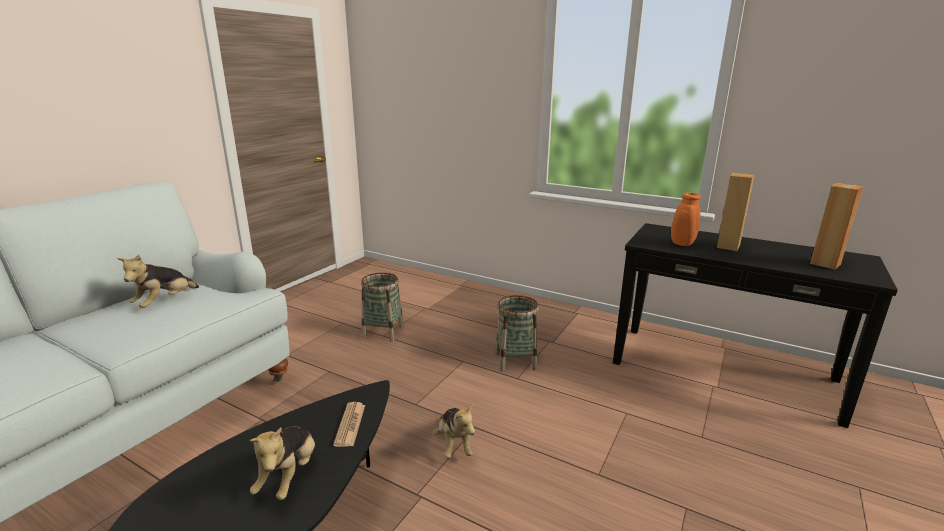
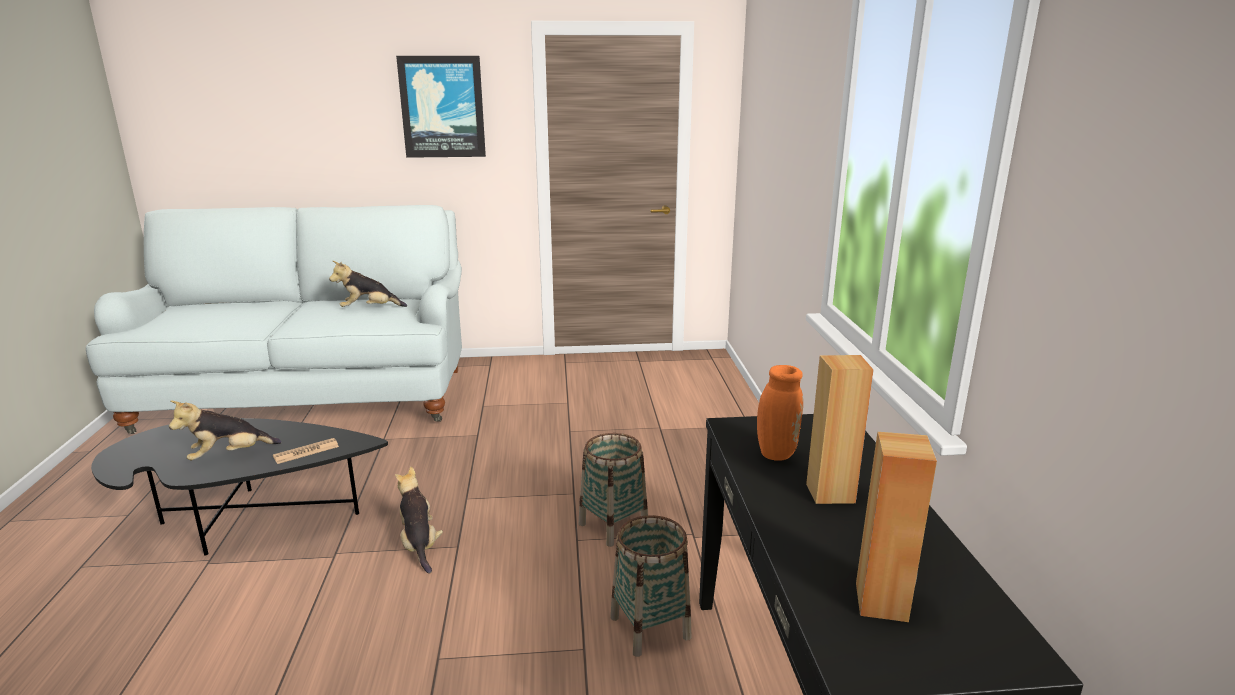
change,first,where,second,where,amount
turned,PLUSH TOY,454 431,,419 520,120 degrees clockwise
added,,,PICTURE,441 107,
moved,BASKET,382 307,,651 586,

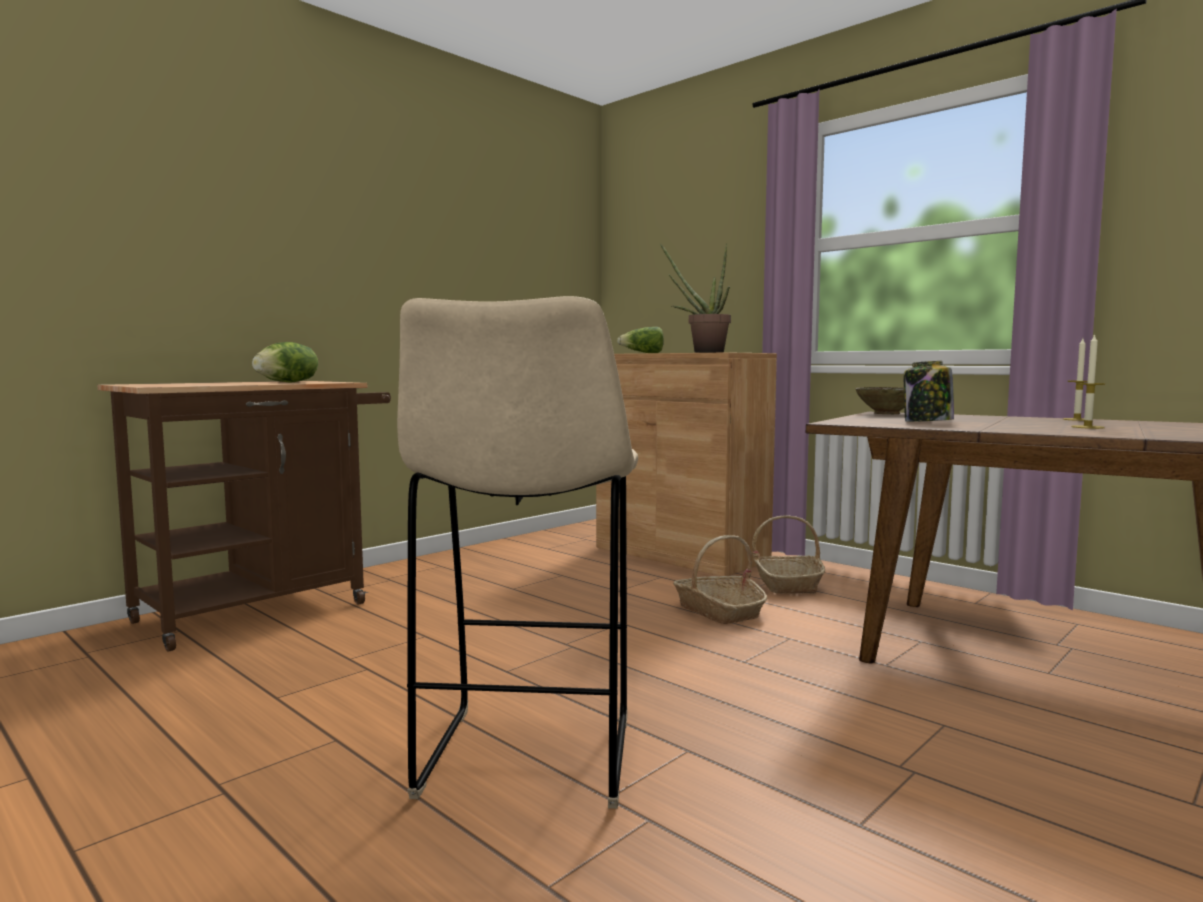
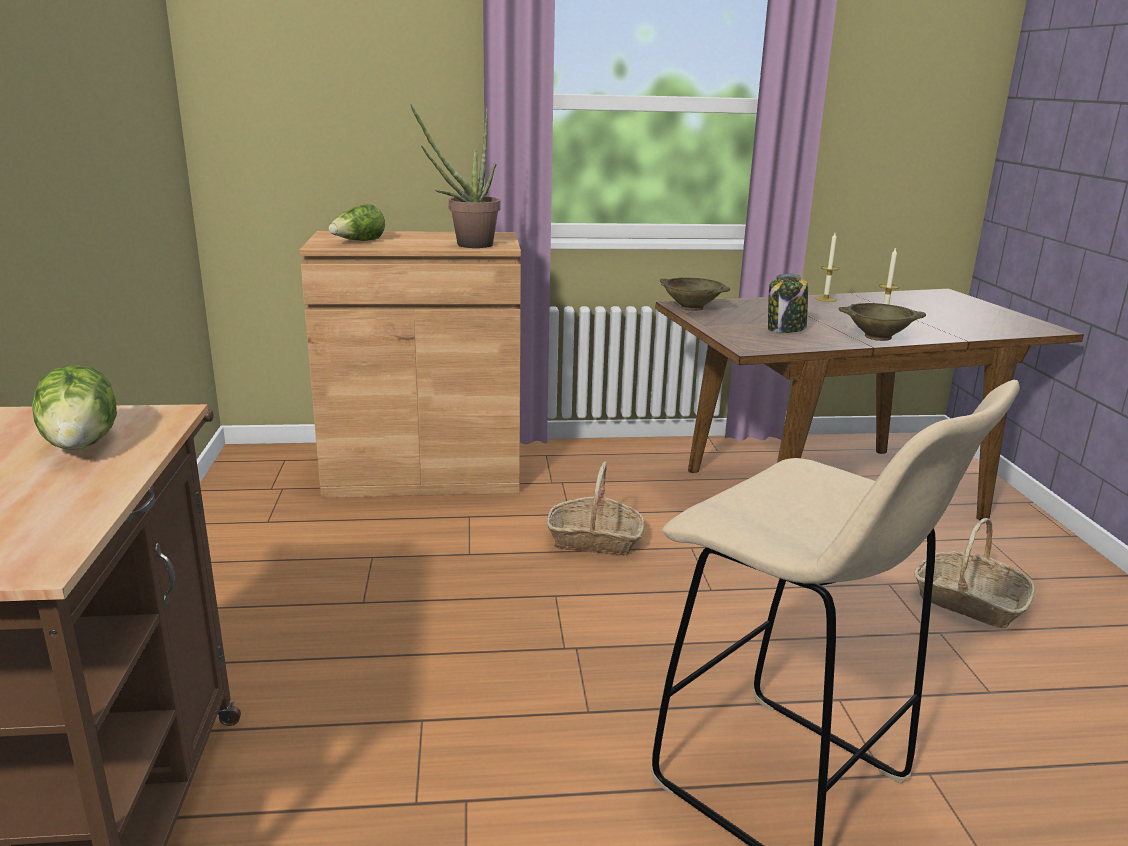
change,first,where,second,where,amount
added,,,BEIGE BOWL,882 322,
moved,BASKET,788 554,,974 573,

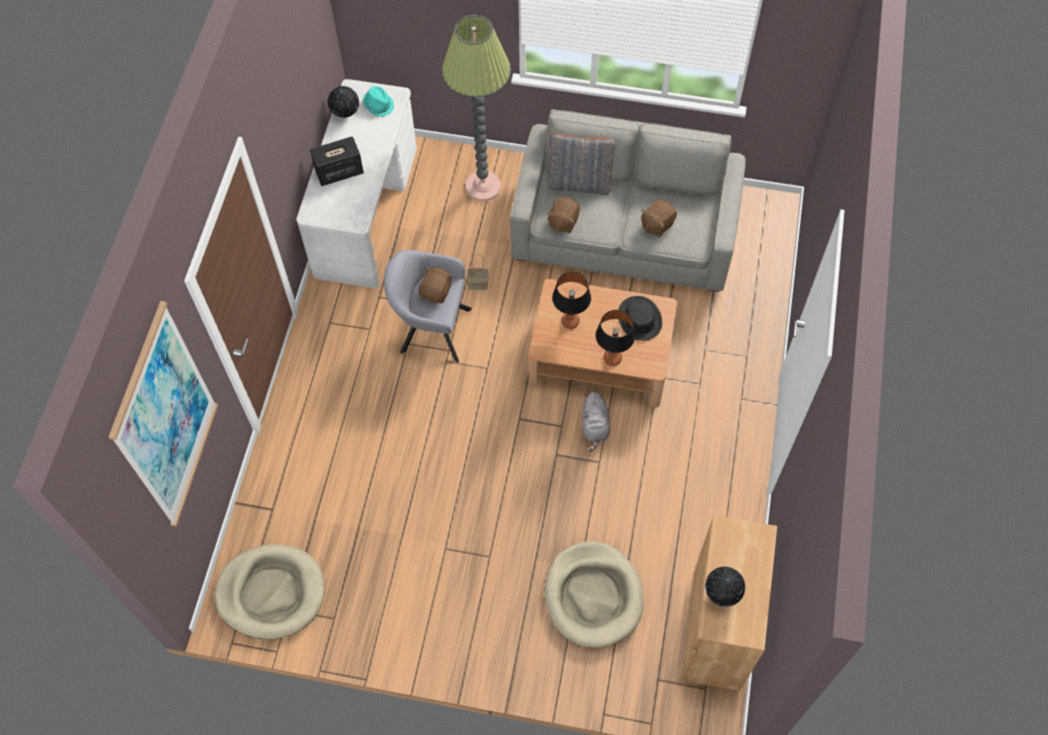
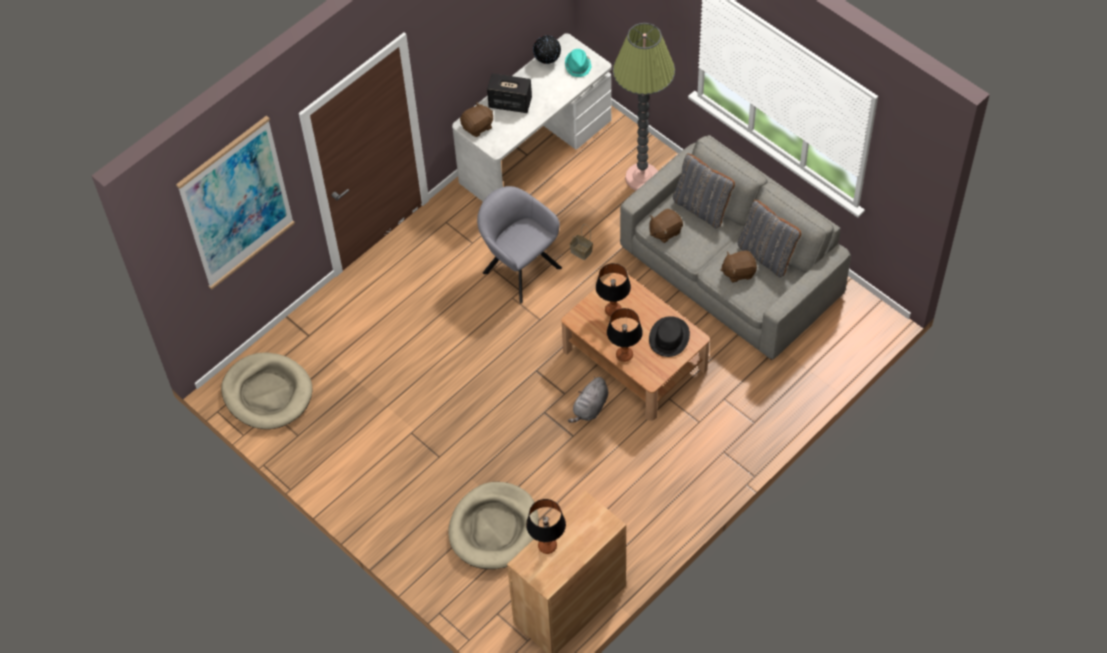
change,first,where,second,where,amount
moved,BROWN PLUSH TOY,436 285,,476 119,
replaced,GLOBE,725 587,TABLE LAMP,546 526,
added,,,GREY PILLOW,769 238,

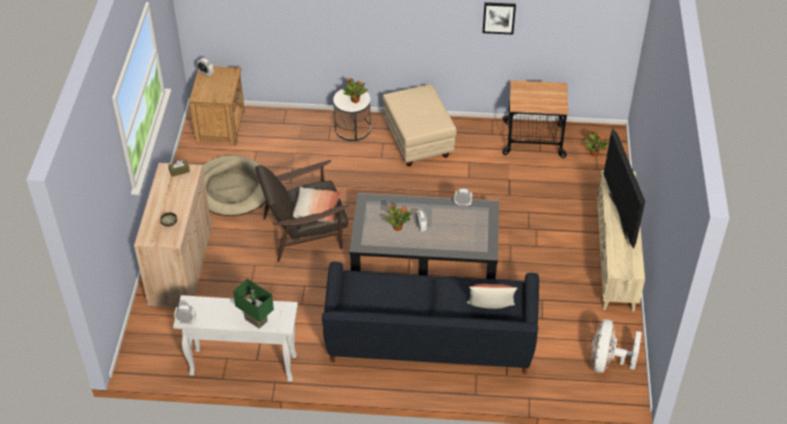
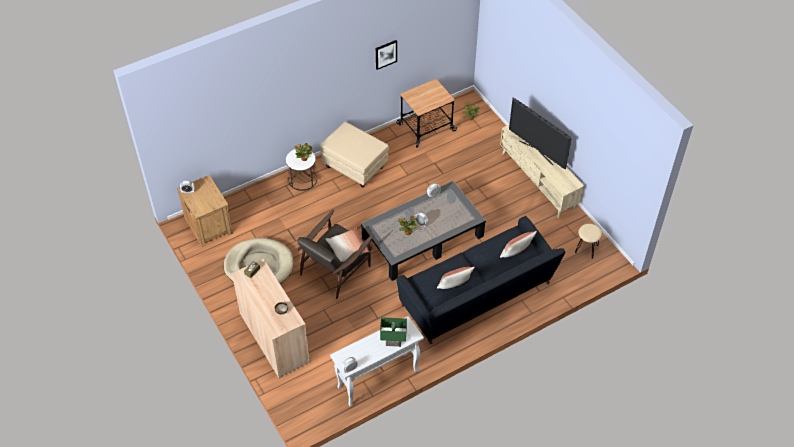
change,first,where,second,where,amount
added,,,PILLOW,456 278,
replaced,WHITE FAN,616 346,BEIGE STOOL,588 241,

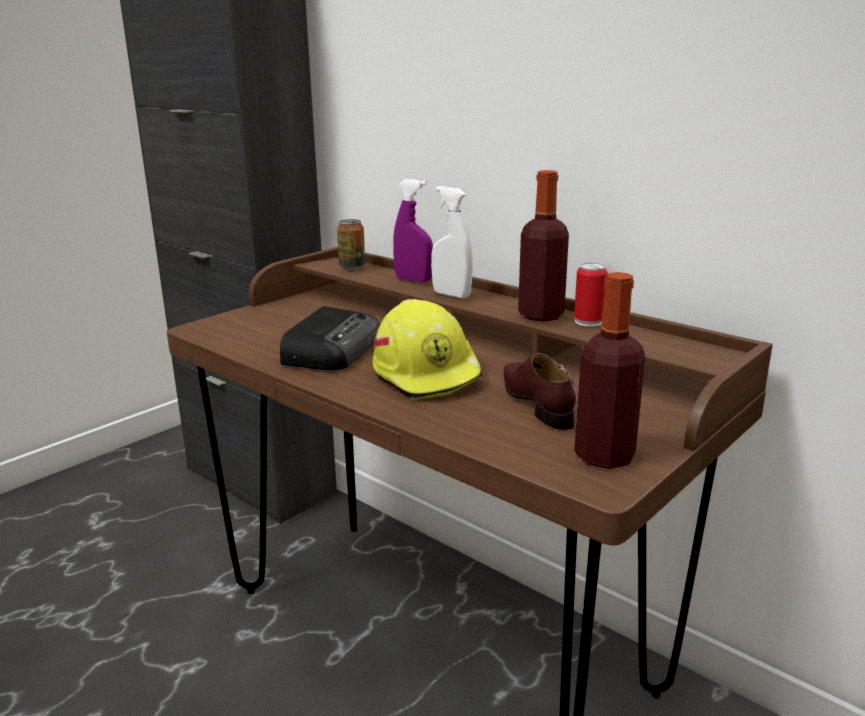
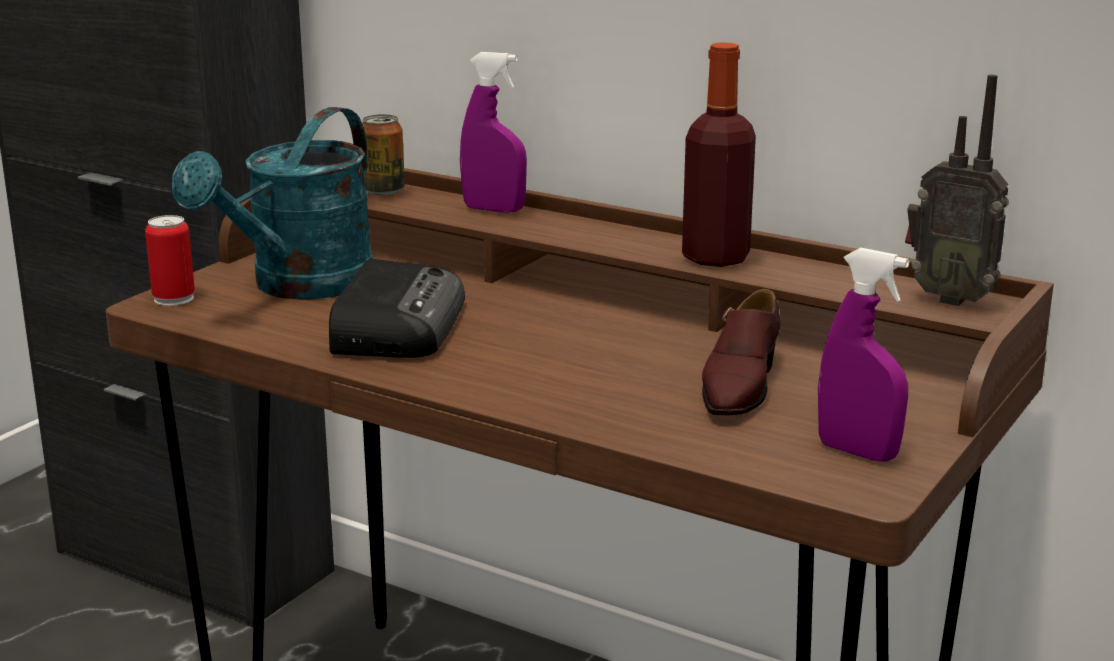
change,first,where,second,where,amount
moved,CAN,591 295,,170 260,
added,,,TURQUOISE WATERING CAN,272 203,
turned,BROWN SHOE,540 391,,741 352,135 degrees counterclockwise
replaced,BOTTLE,609 370,PURPLE SPRAY BOTTLE,863 355,
added,,,RADIO,957 190,
removed,YELLOW HARD HAT,427 349,,,
removed,WHITE SPRAY BOTTLE,452 242,,,

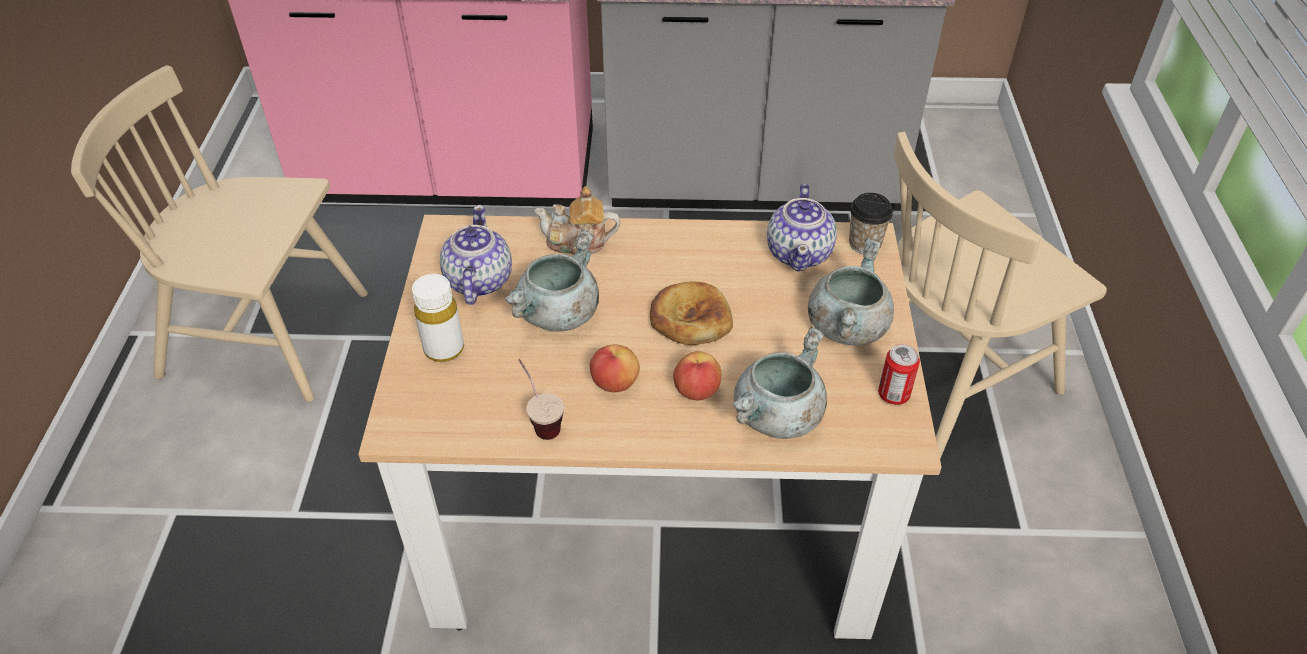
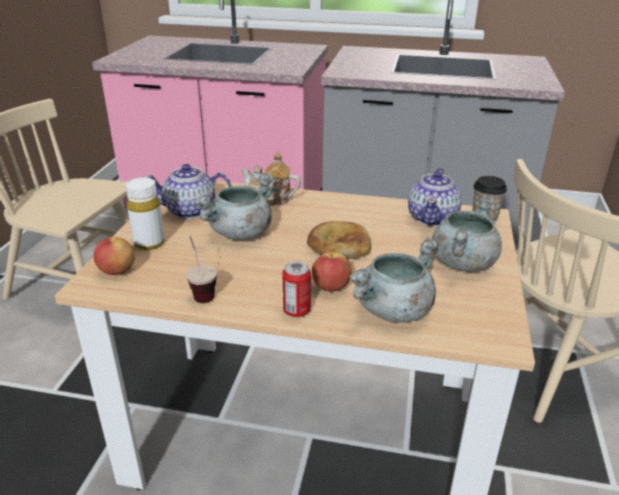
change,first,where,second,where,amount
moved,APPLE,615 368,,114 256,
turned,TEAPOT,476 255,,188 191,105 degrees counterclockwise
moved,CAN,899 374,,296 289,

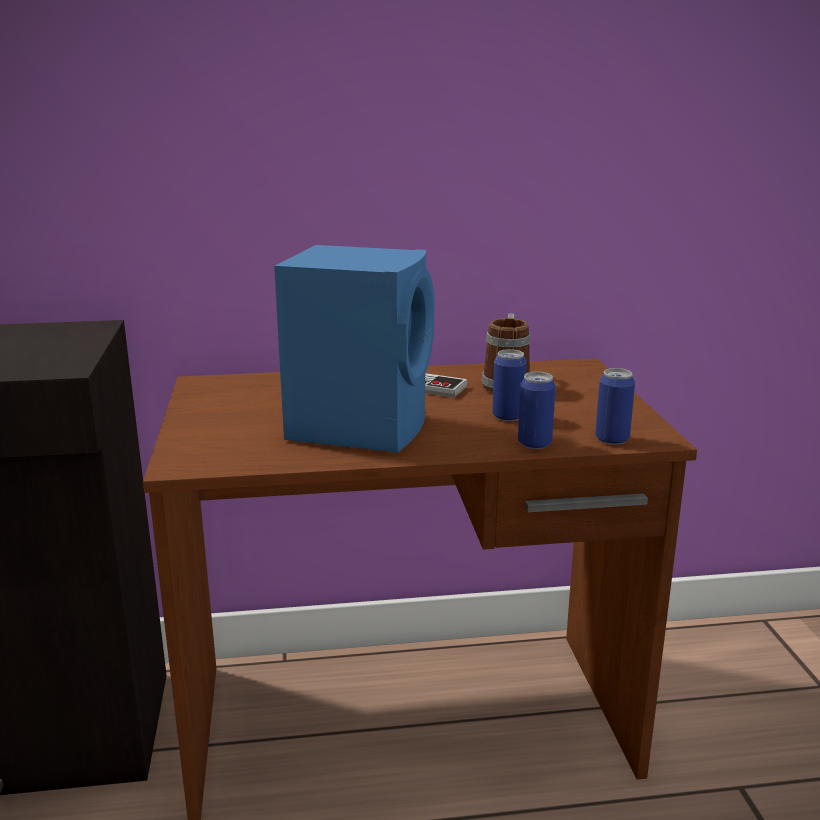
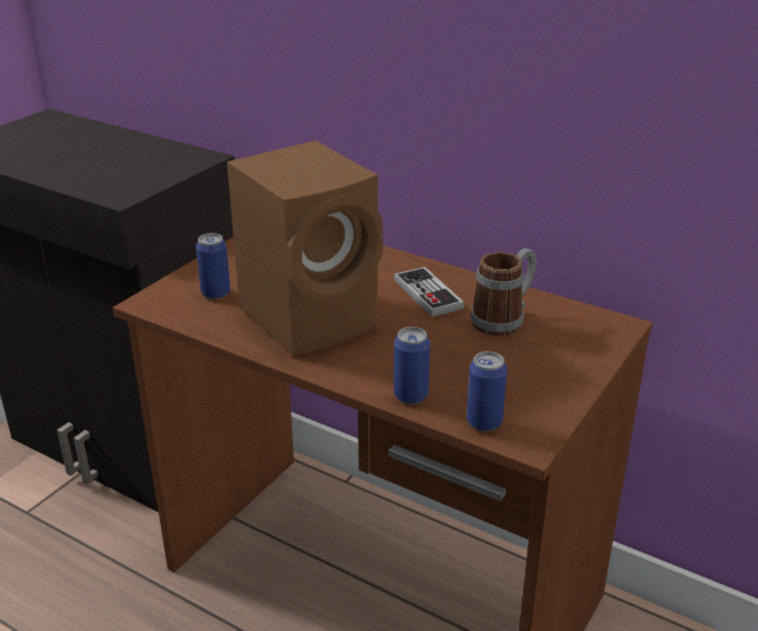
change,first,where,second,where,amount
moved,CAN,509 385,,213 266,
recoloured,BLUE SPEAKER,354 349,BROWN SPEAKER,305 248,

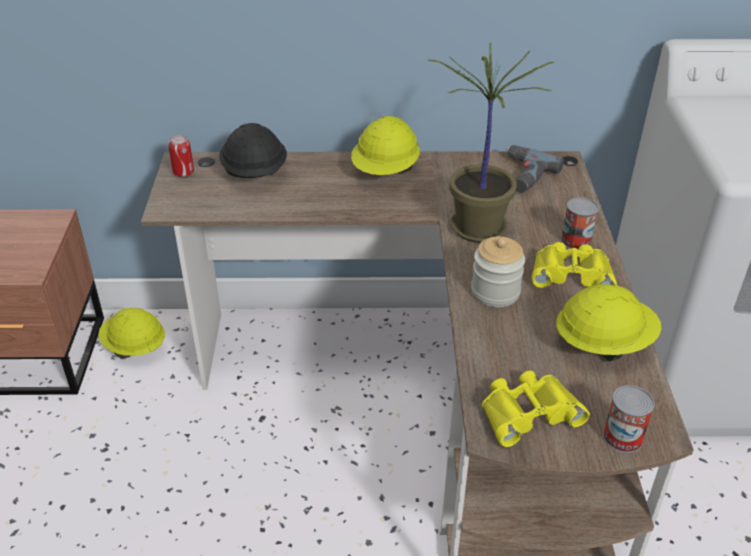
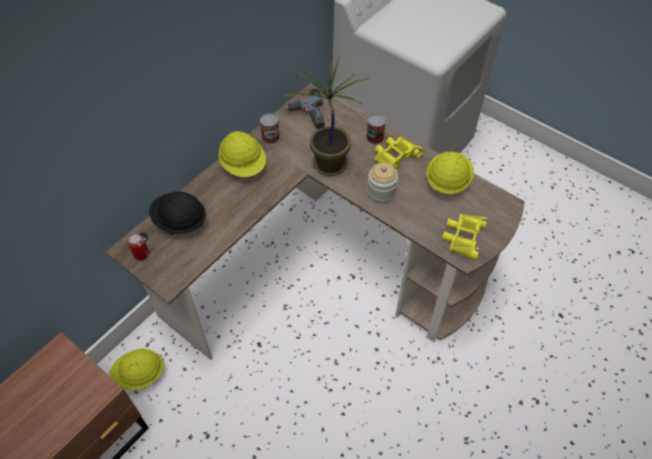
change,first,where,second,where,amount
moved,CAN,629 419,,270 128,

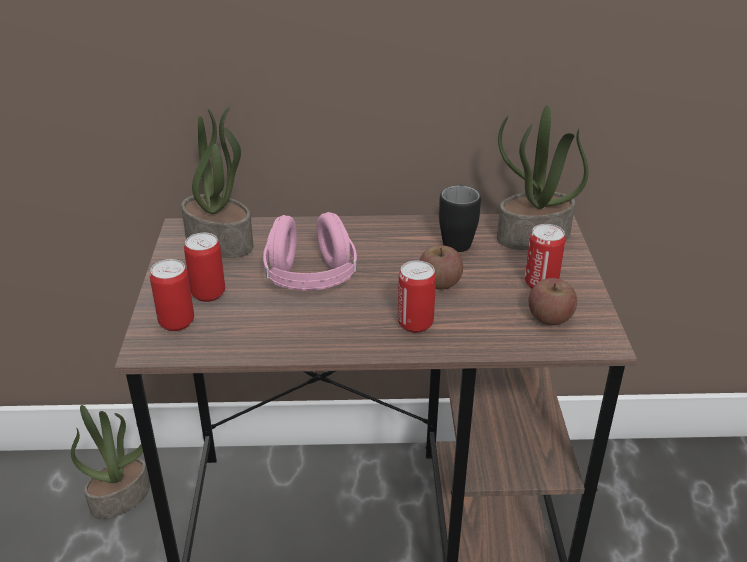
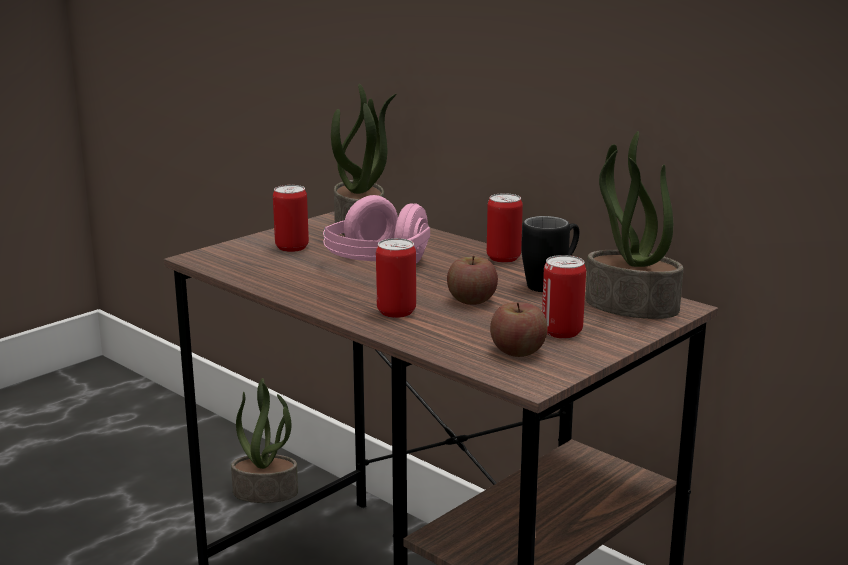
change,first,where,second,where,amount
moved,CAN,172 295,,505 228,

